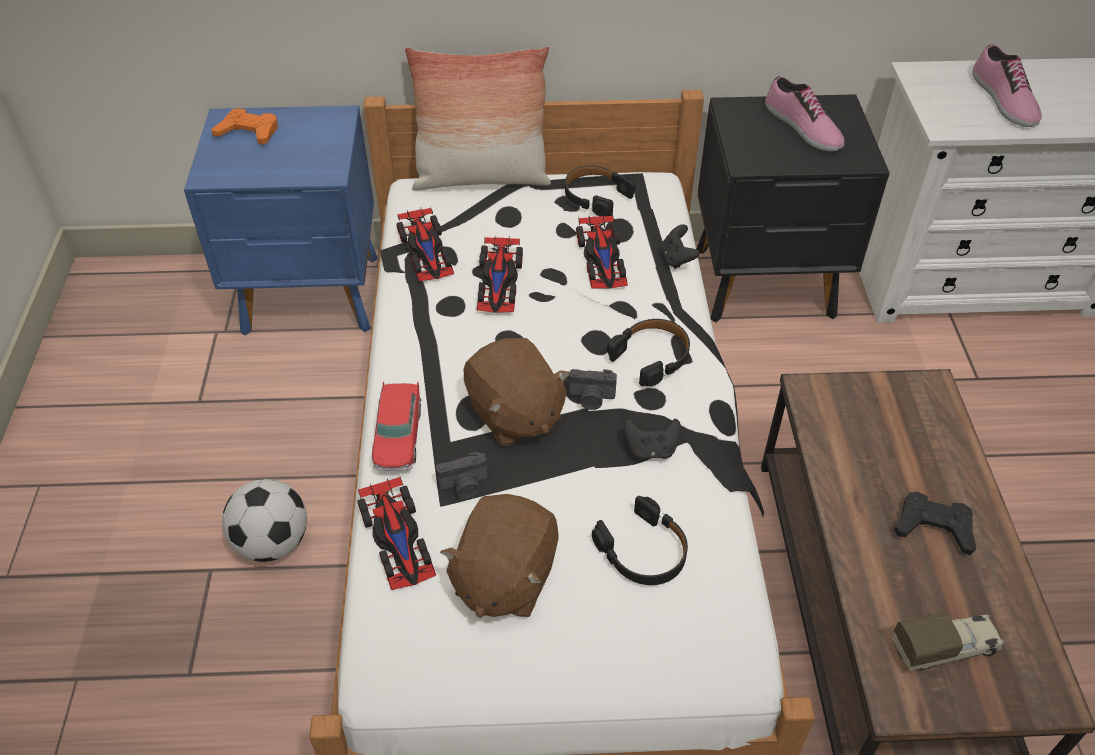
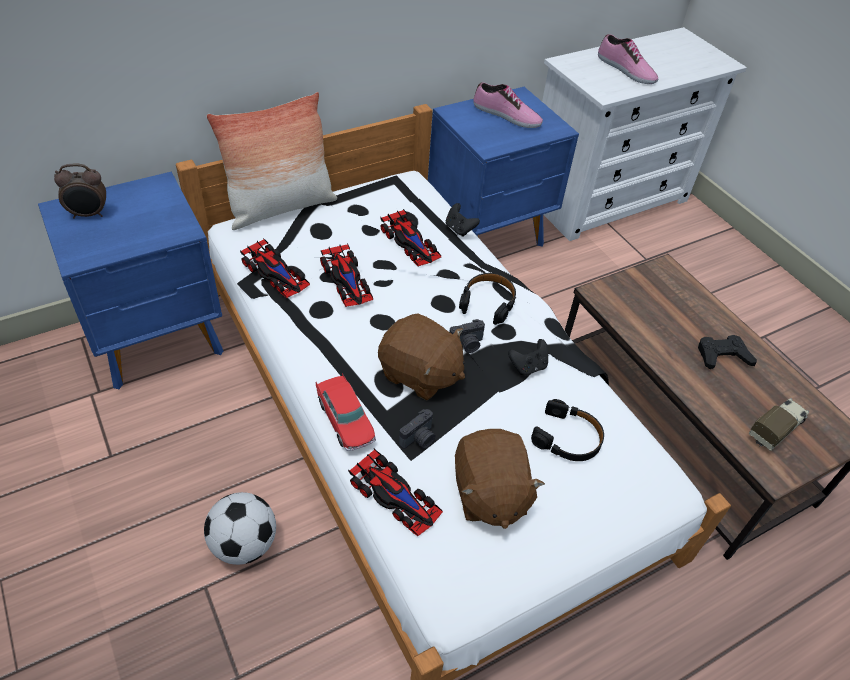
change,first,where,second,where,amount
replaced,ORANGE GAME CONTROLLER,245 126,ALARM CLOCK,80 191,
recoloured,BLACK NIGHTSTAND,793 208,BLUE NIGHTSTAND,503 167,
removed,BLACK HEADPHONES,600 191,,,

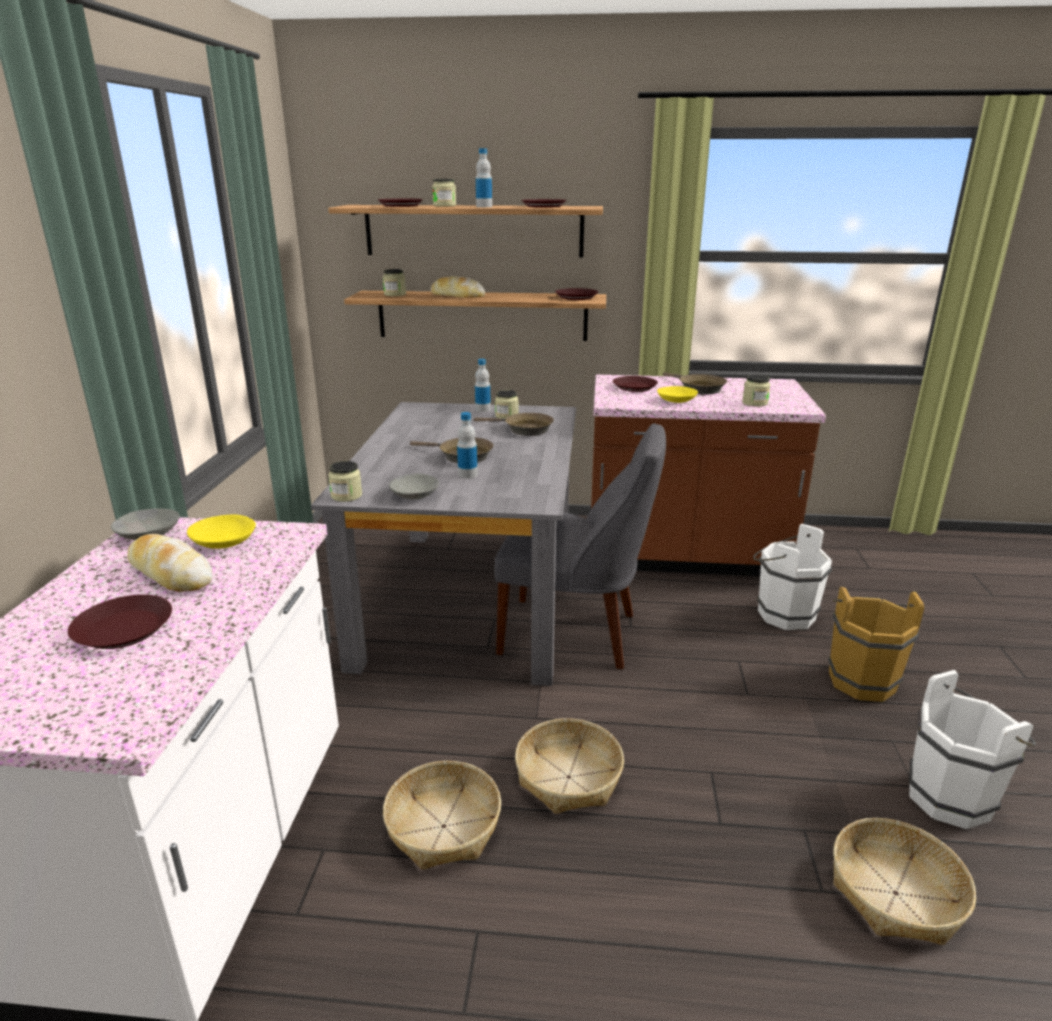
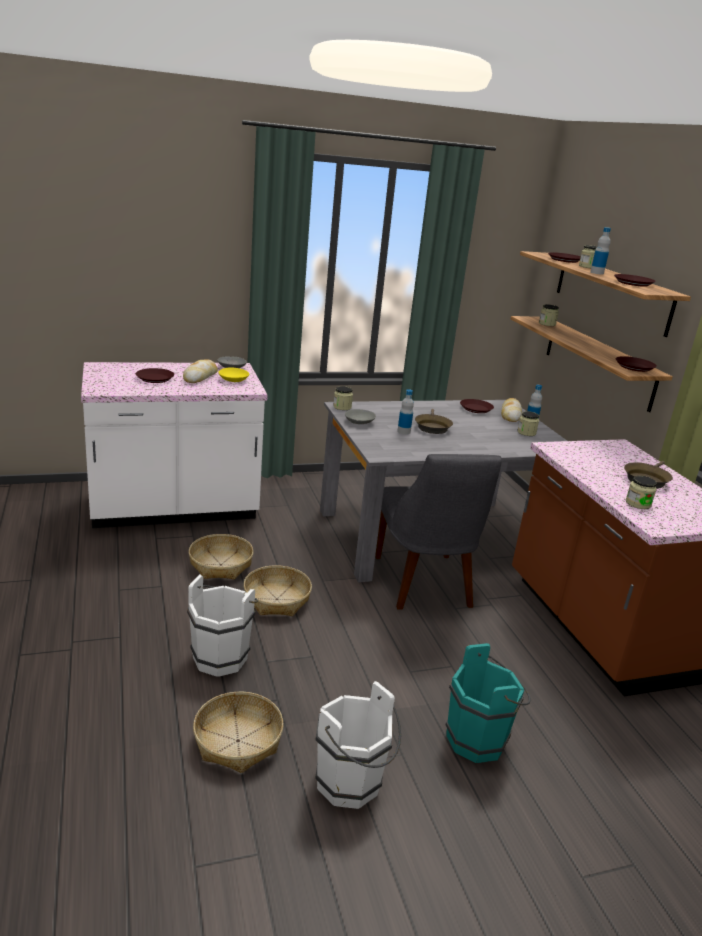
change,first,where,second,where,amount
moved,WHITE BUCKET,792 577,,222 625,
recoloured,BROWN BUCKET,876 644,TURQUOISE BUCKET,488 703,
moved,BROWN PLATE,635 384,,477 406,
moved,BREAD,458 287,,511 410,
removed,BROWN FRYING PAN,514 424,,,
removed,YELLOW BOWL,677 394,,,

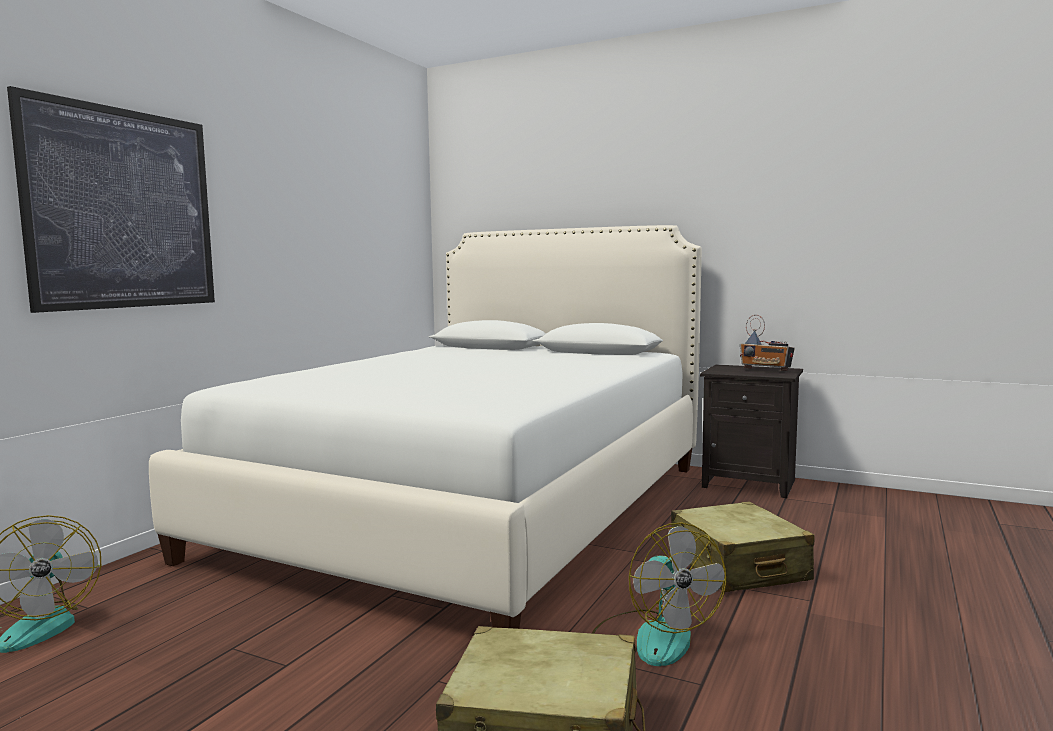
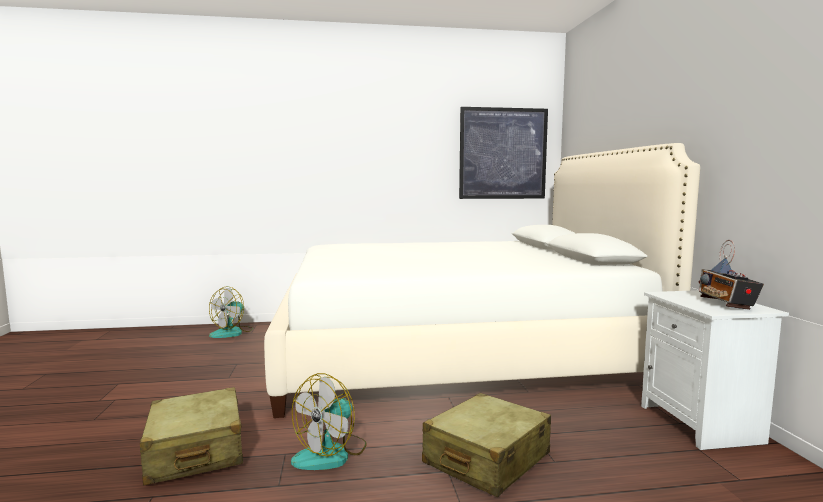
change,first,where,second,where,amount
moved,PICTURE,111 199,,503 153,
recoloured,BLACK NIGHTSTAND,751 431,WHITE NIGHTSTAND,715 370,

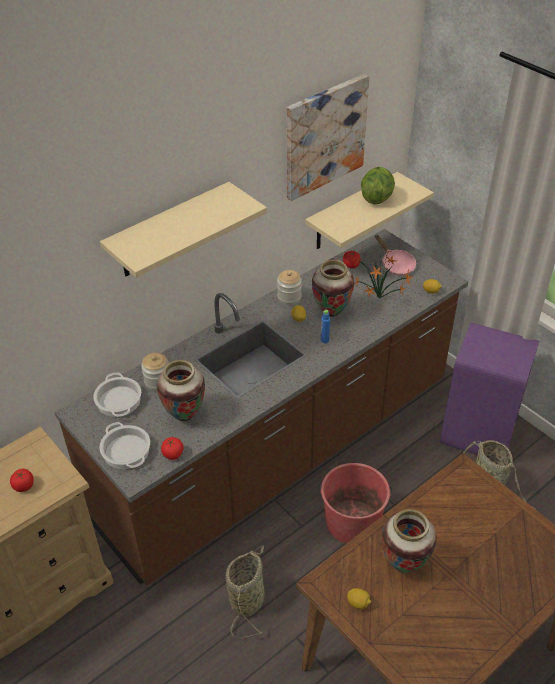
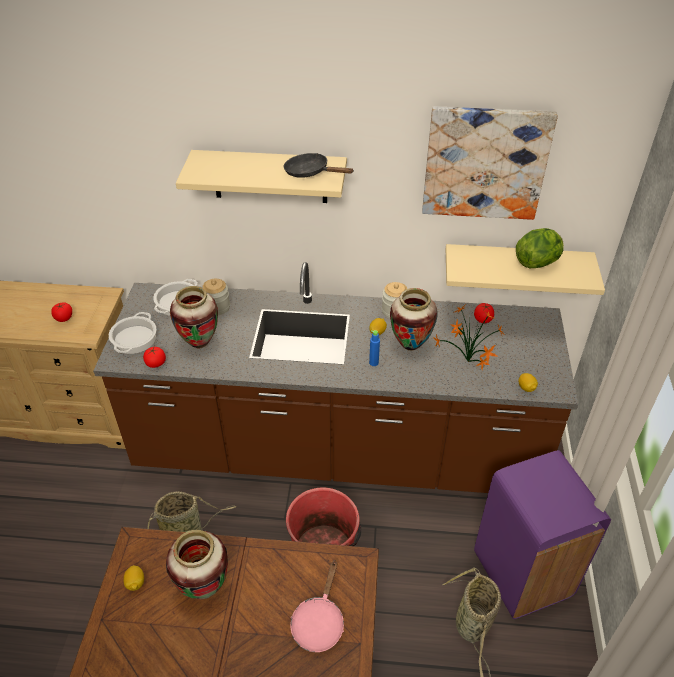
change,first,where,second,where,amount
added,,,BLACK FRYING PAN,318 165,
moved,PINK FRYING PAN,395 255,,317 606,

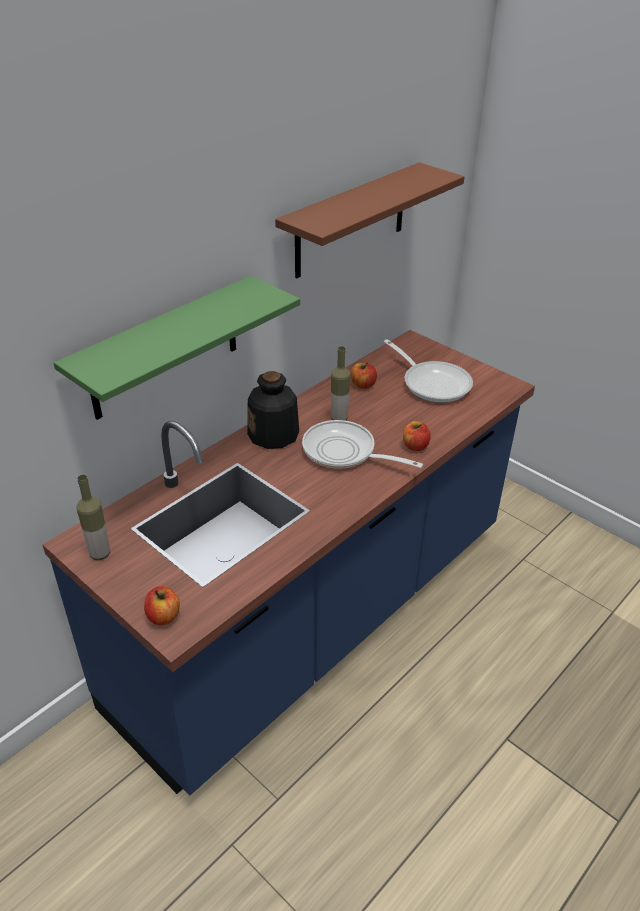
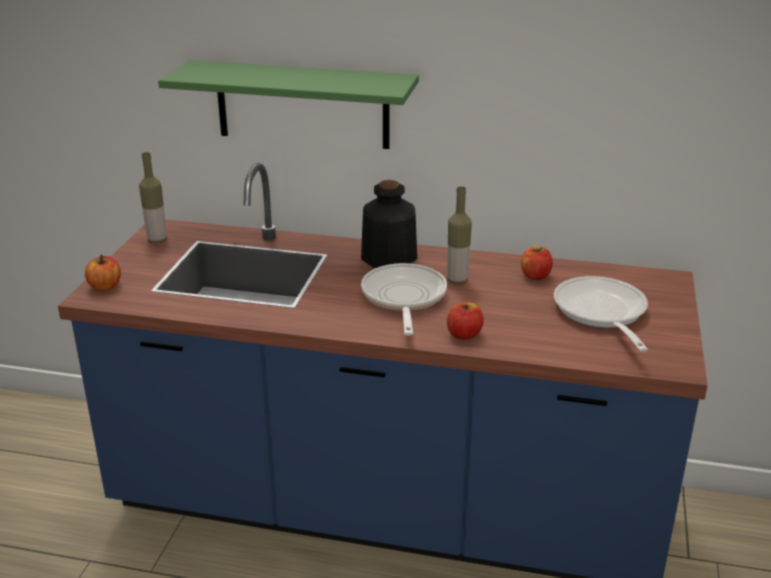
change,first,where,second,where,amount
turned,FRYING PAN,428 371,,601 313,150 degrees clockwise
removed,BROWN SHELF,370 220,,,

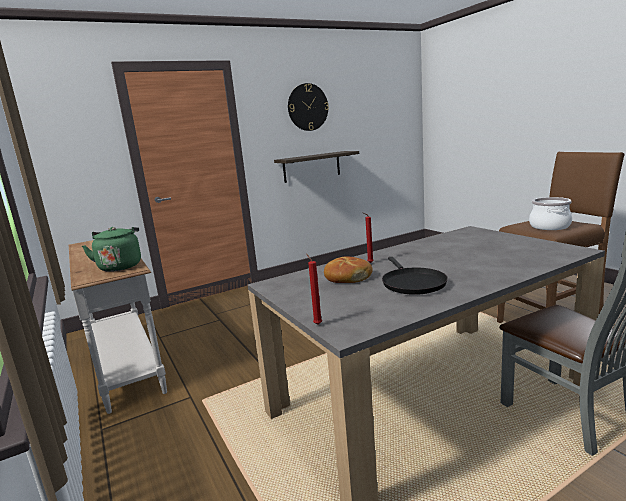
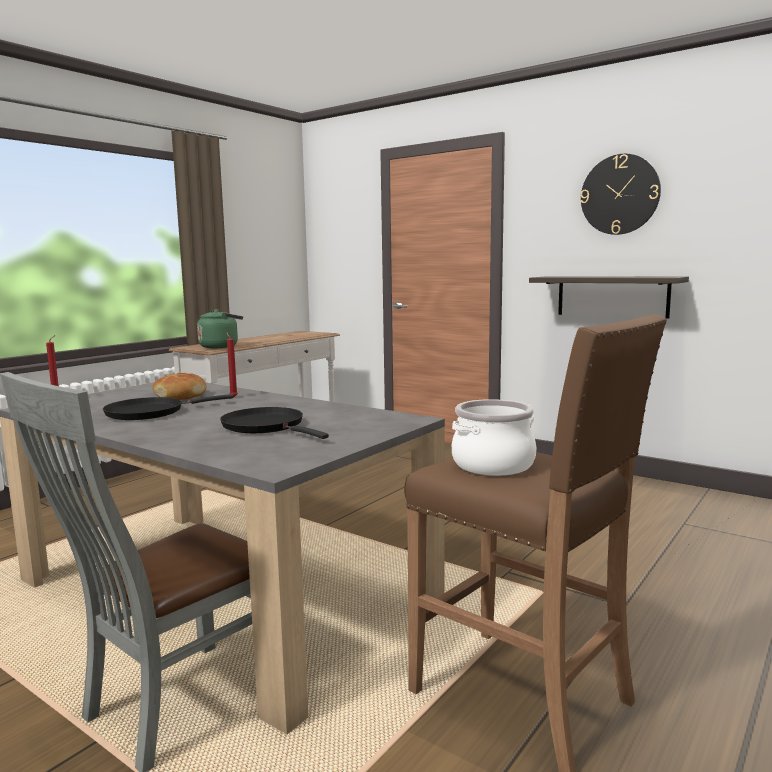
change,first,where,second,where,amount
added,,,BLACK FRYING PAN,274 423,

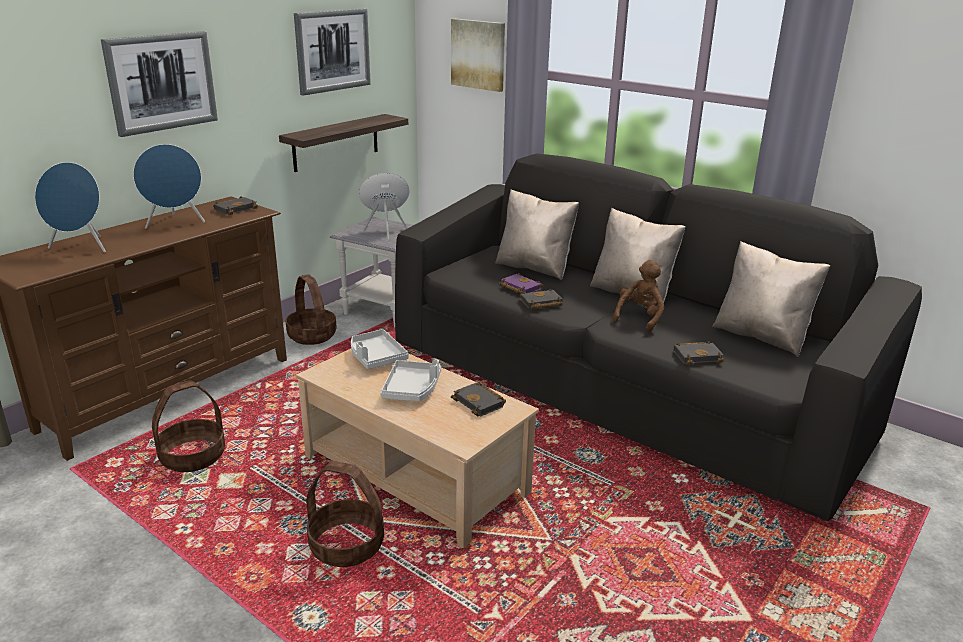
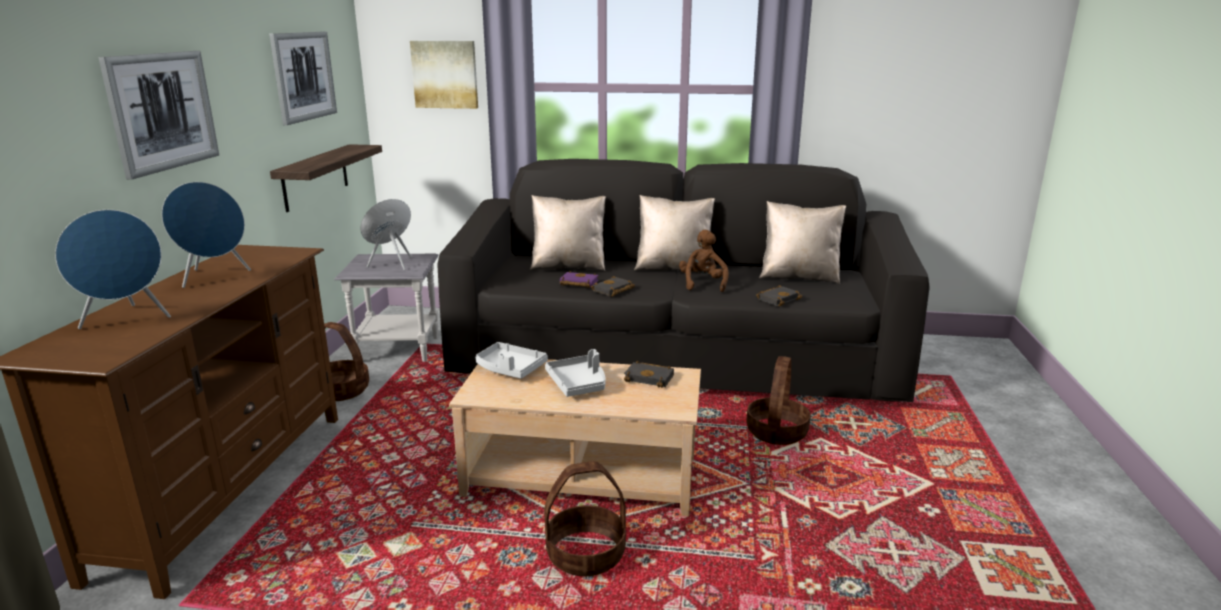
change,first,where,second,where,amount
moved,BASKET,188 426,,778 400,
removed,BLACK BOOK,235 205,,,

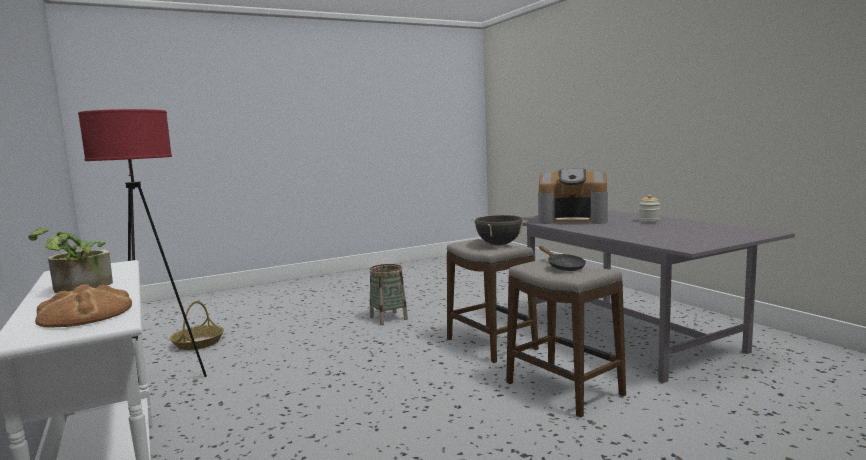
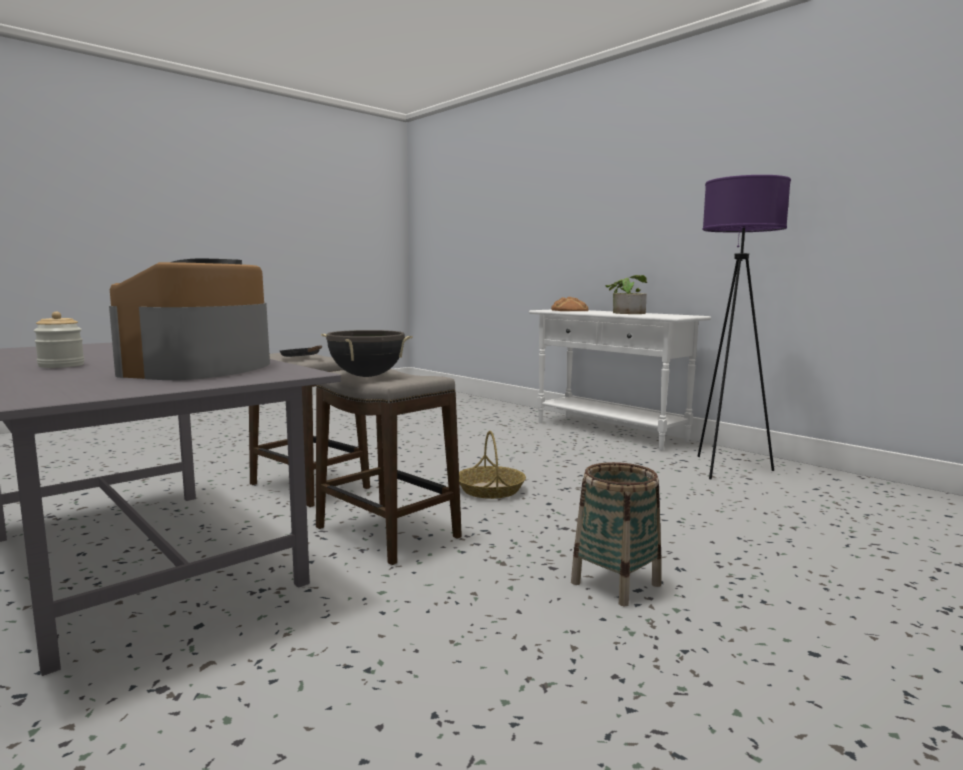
change,first,where,second,where,amount
turned,COFFEE MACHINE,573 196,,189 319,75 degrees counterclockwise
moved,BASKET,197 325,,492 465,
recoloured,RED FLOOR LAMP,142 247,PURPLE FLOOR LAMP,744 327,

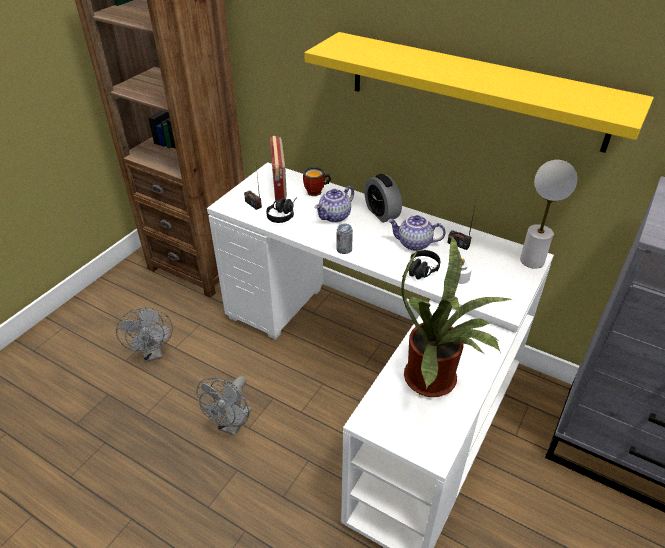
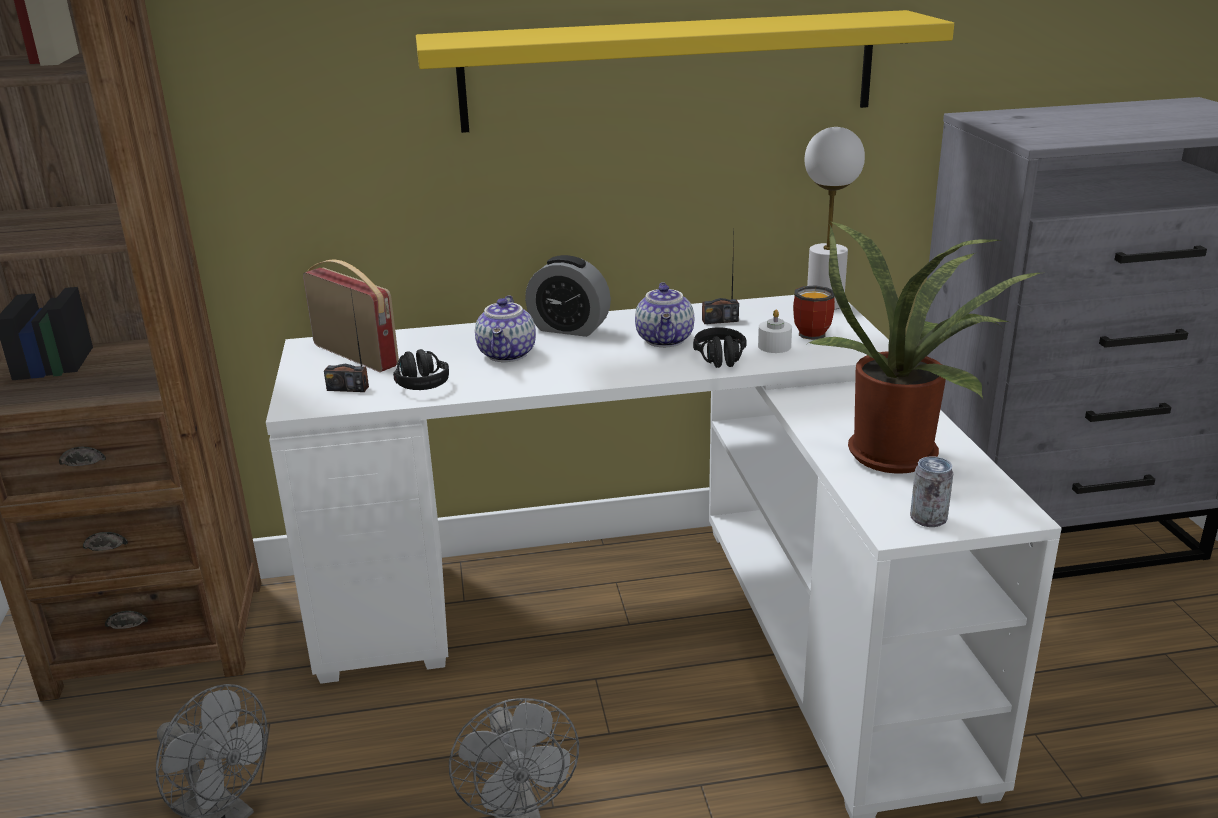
change,first,where,second,where,amount
turned,TEAPOT,416 233,,664 314,60 degrees counterclockwise
moved,MUG,317 181,,814 313,
moved,CAN,345 239,,931 491,

